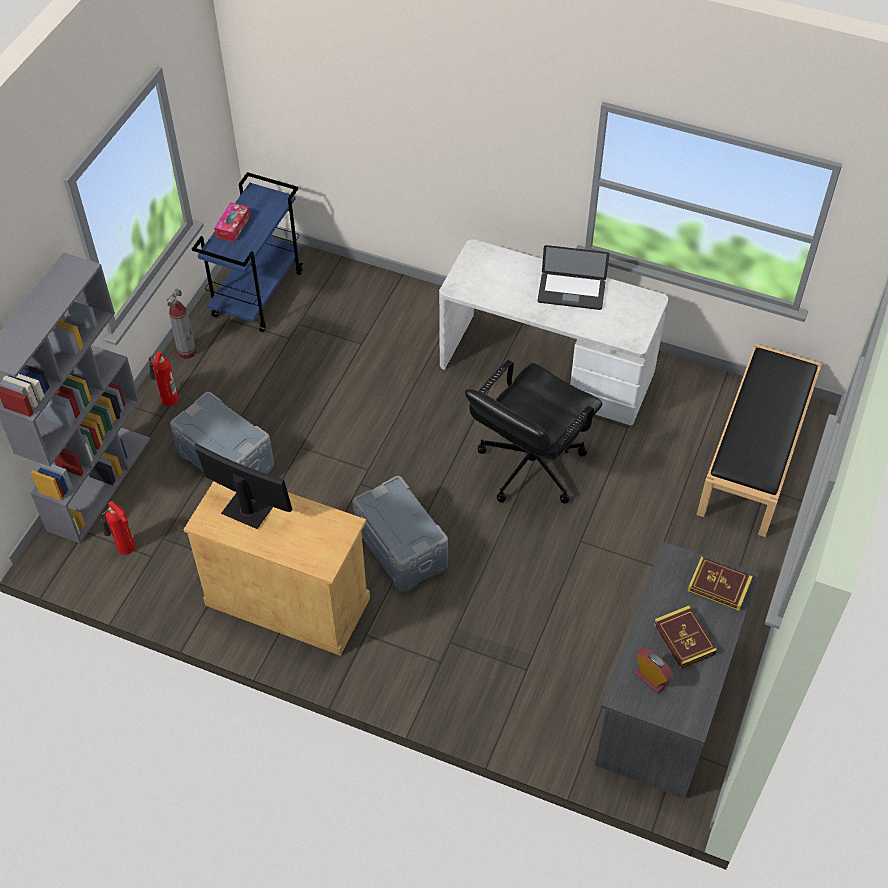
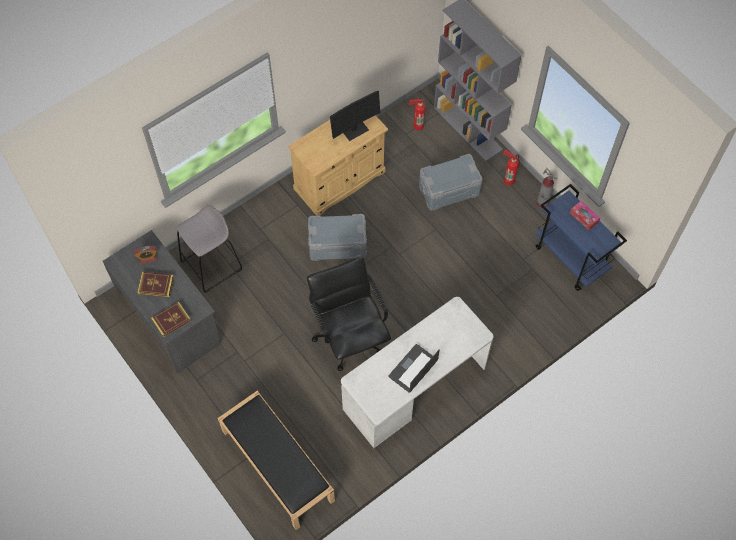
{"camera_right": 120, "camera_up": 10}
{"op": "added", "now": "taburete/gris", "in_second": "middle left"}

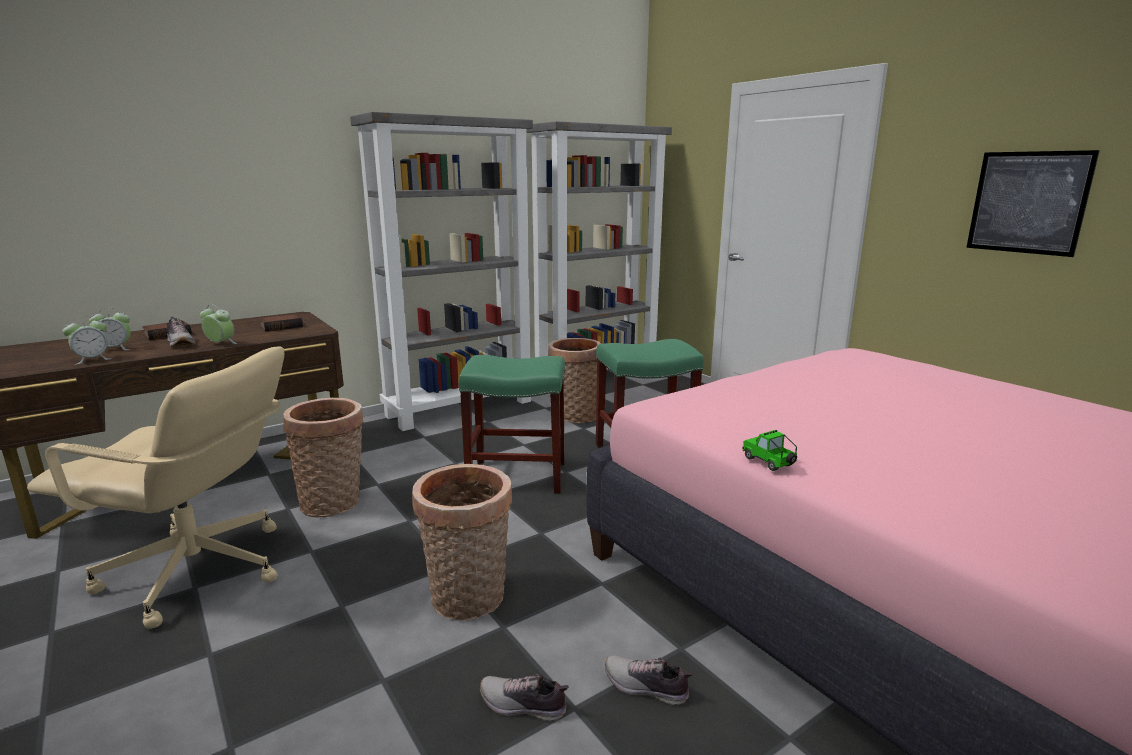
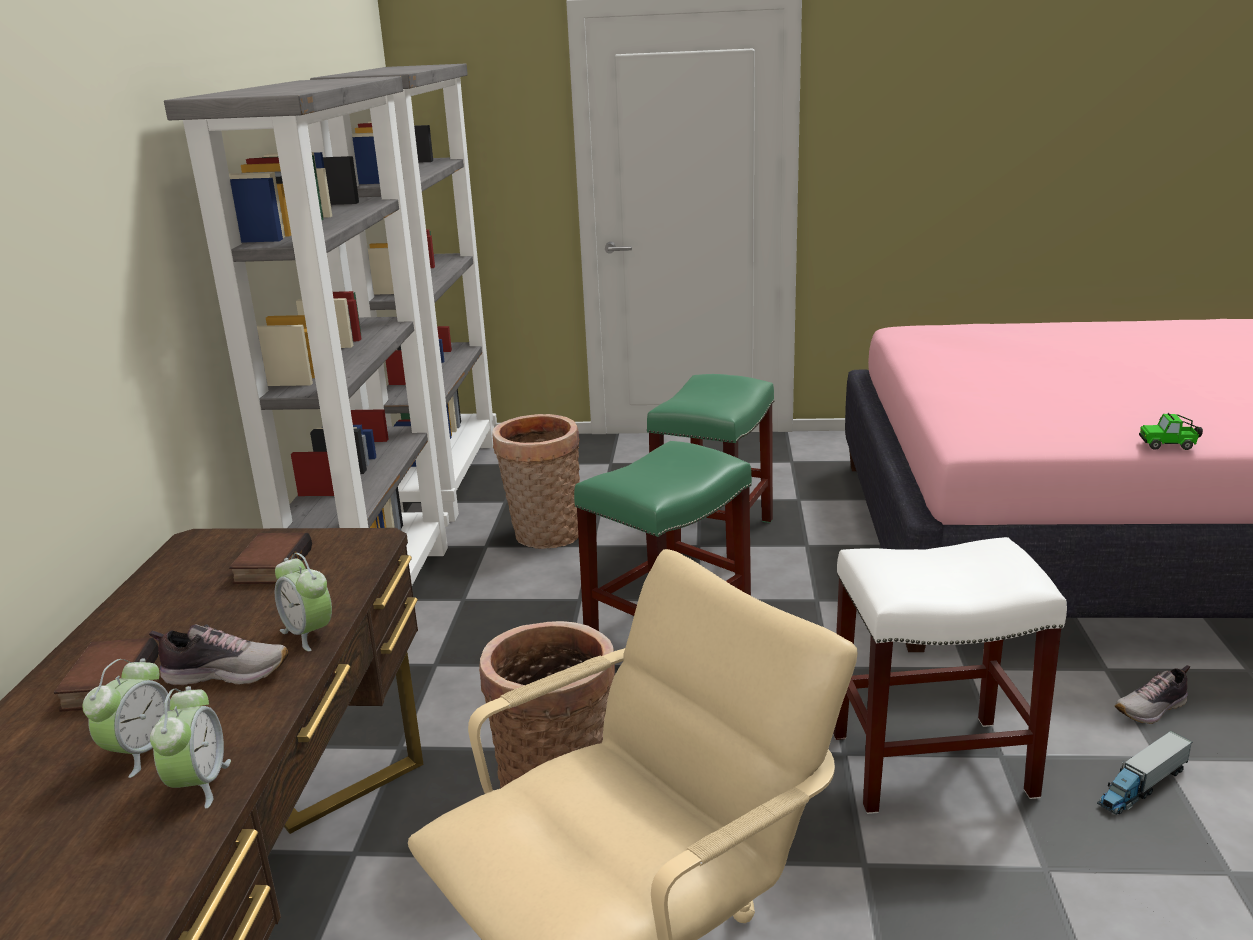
{"camera_right": -50, "camera_up": 5}
{"op": "turned", "was": "despertador (3rd from left)", "in_first": "middle left", "in_second": "middle left", "clockwise": -105}
{"op": "replaced", "was": "cesta (2nd from left)", "now": "taburete/blanco", "in_first": "bottom centre", "in_second": "bottom right"}
{"op": "replaced", "was": "zapato (2nd from left)", "now": "camión de juguete", "in_first": "bottom centre", "in_second": "bottom right"}
{"op": "removed", "was": "cuadro", "in_first": "top right"}

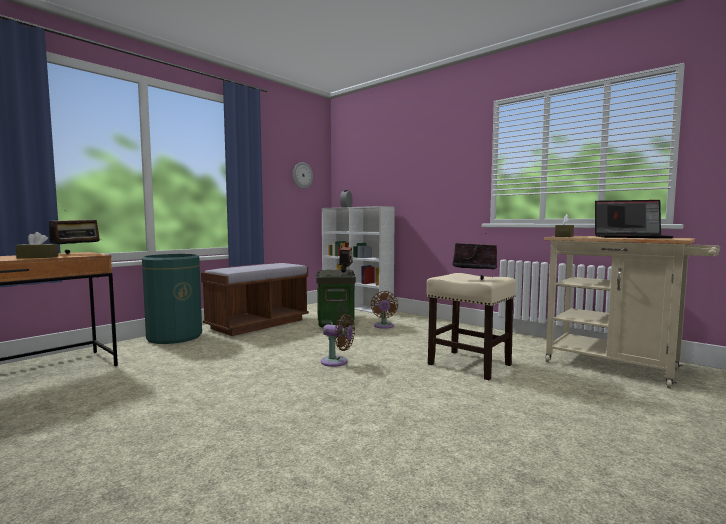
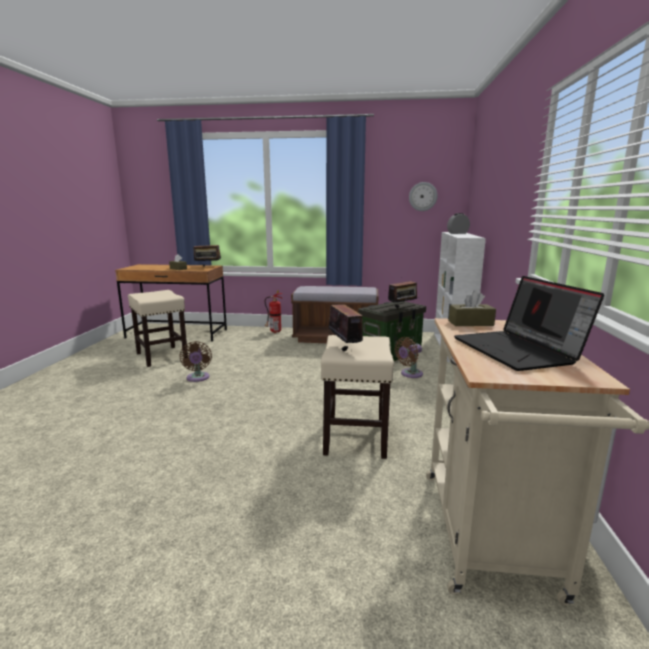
{"camera_right": 55, "camera_up": 10}
{"op": "added", "now": "taburete/beis (1st from left)", "in_second": "middle left"}
{"op": "moved", "was": "ventilador/marrón (1st from left)", "in_first": "centre", "in_second": "middle left"}
{"op": "replaced", "was": "papelera/verde", "now": "extintor", "in_first": "middle left", "in_second": "centre"}

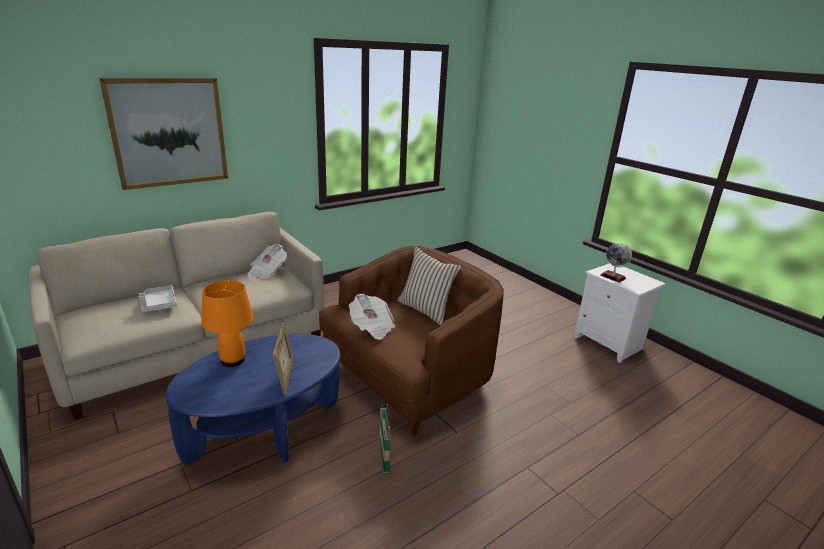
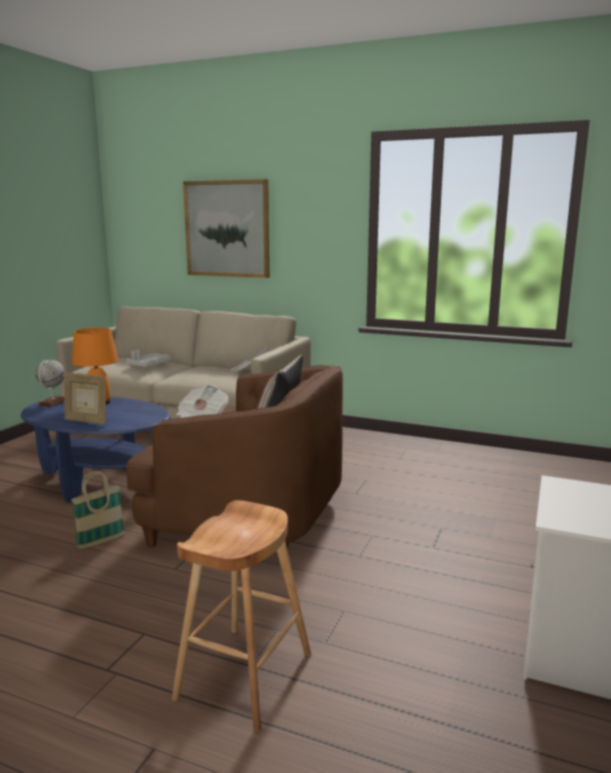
{"camera_right": 60, "camera_up": -10}
{"op": "moved", "was": "globo terráqueo", "in_first": "middle right", "in_second": "middle left"}
{"op": "turned", "was": "portarretratos", "in_first": "centre", "in_second": "middle left", "clockwise": 60}
{"op": "added", "now": "taburete/marrón", "in_second": "bottom centre"}

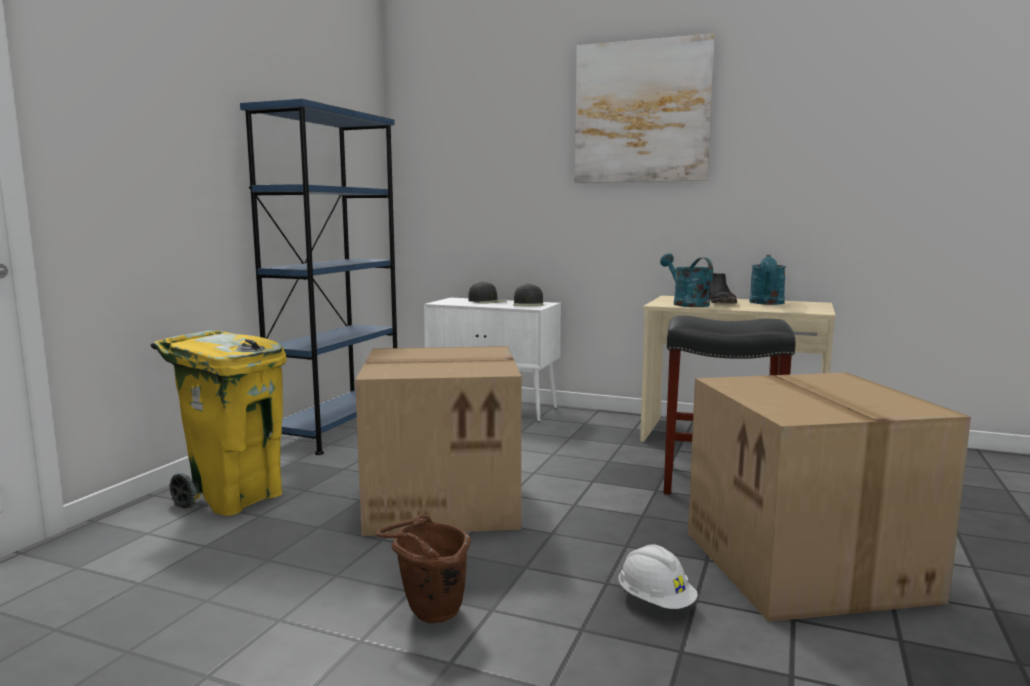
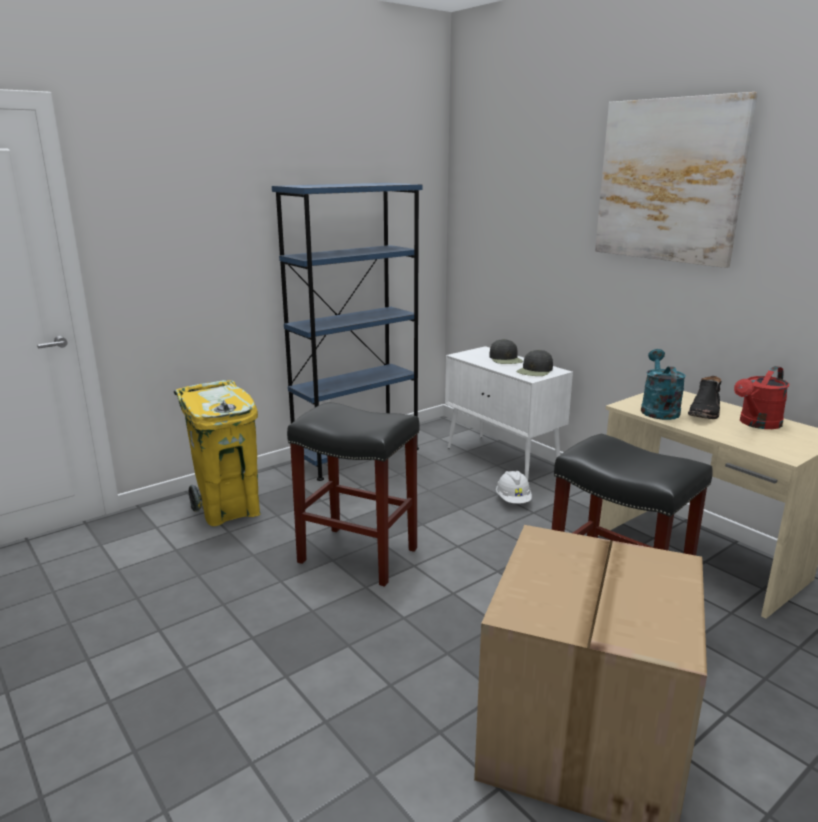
{"camera_right": 30, "camera_up": 10}
{"op": "replaced", "was": "caja de cartón (1st from left)", "now": "taburete/negro (1st from left)", "in_first": "centre", "in_second": "centre"}
{"op": "moved", "was": "casco/blanco", "in_first": "bottom centre", "in_second": "centre"}
{"op": "recoloured", "was": "regadera/turquesa (2nd from left)", "now": "regadera/rojo", "in_first": "middle right", "in_second": "middle right"}
{"op": "removed", "was": "cubo/marrón", "in_first": "bottom centre"}

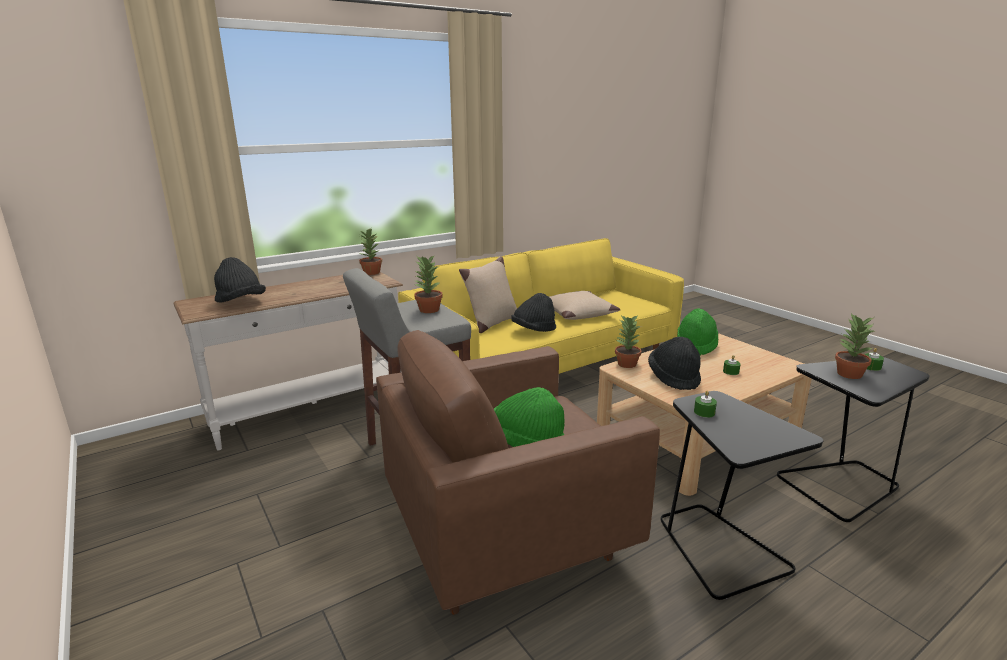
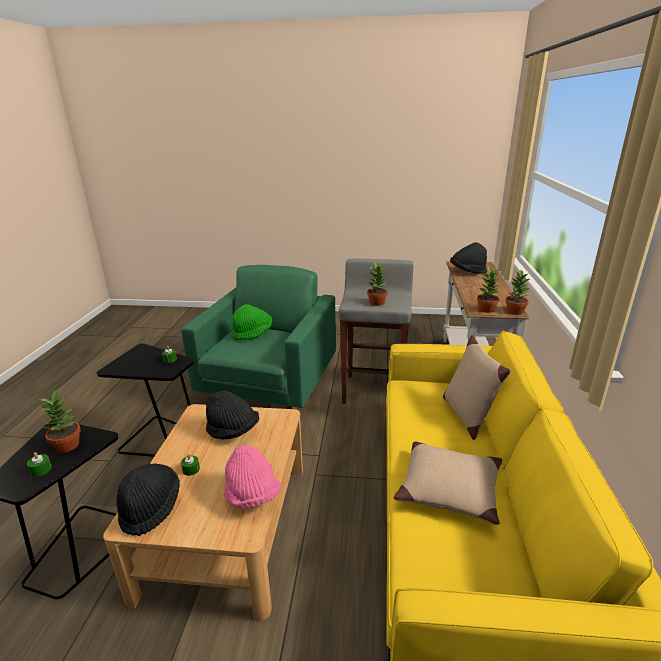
{"camera_right": 130, "camera_up": 5}
{"op": "moved", "was": "sombrero/negro (2nd from left in the first image)", "now": "sombrero/negro (1st from left)", "in_first": "centre", "in_second": "bottom left"}
{"op": "recoloured", "was": "sillón/marrón", "now": "sillón/verde", "in_first": "bottom centre", "in_second": "centre"}
{"op": "recoloured", "was": "sombrero/verde (2nd from left)", "now": "sombrero/rosa", "in_first": "middle right", "in_second": "bottom centre"}
{"op": "moved", "was": "planta en maceta (3rd from left)", "in_first": "centre", "in_second": "middle right"}

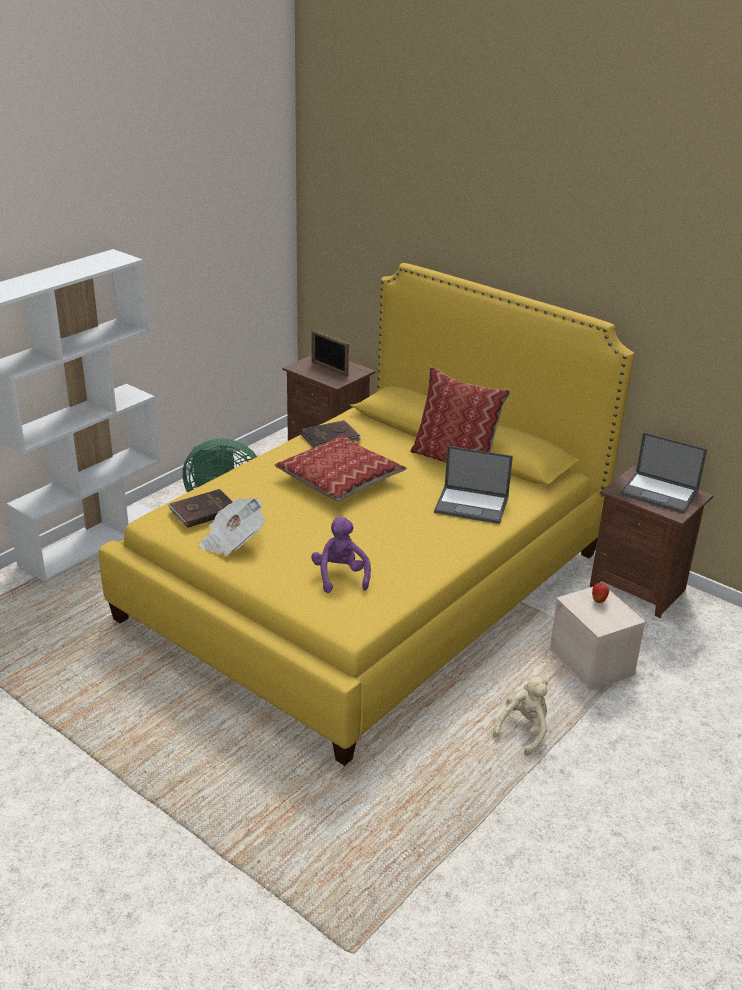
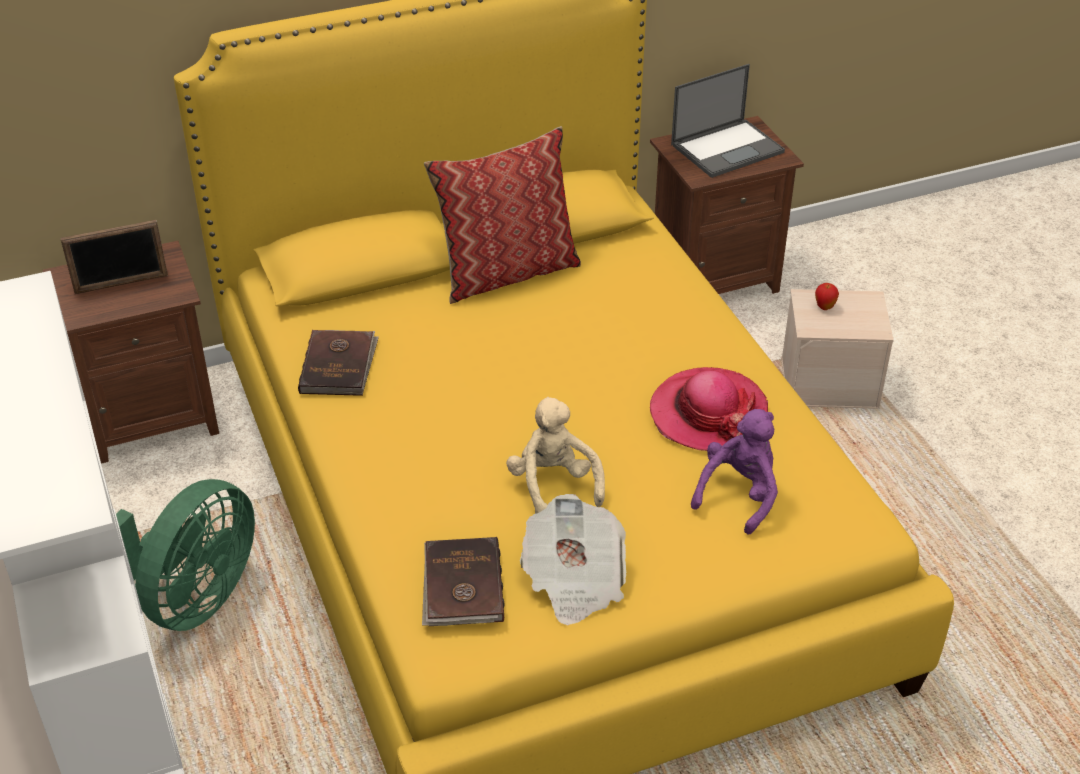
{"camera_right": -60, "camera_up": 10}
{"op": "moved", "was": "peluche/beis", "in_first": "bottom right", "in_second": "centre"}
{"op": "added", "now": "sombrero", "in_second": "centre"}
{"op": "turned", "was": "peluche/morado", "in_first": "centre", "in_second": "middle right", "clockwise": 105}
{"op": "removed", "was": "cojín (1st from left)", "in_first": "centre"}
{"op": "removed", "was": "portátil (1st from left)", "in_first": "centre"}

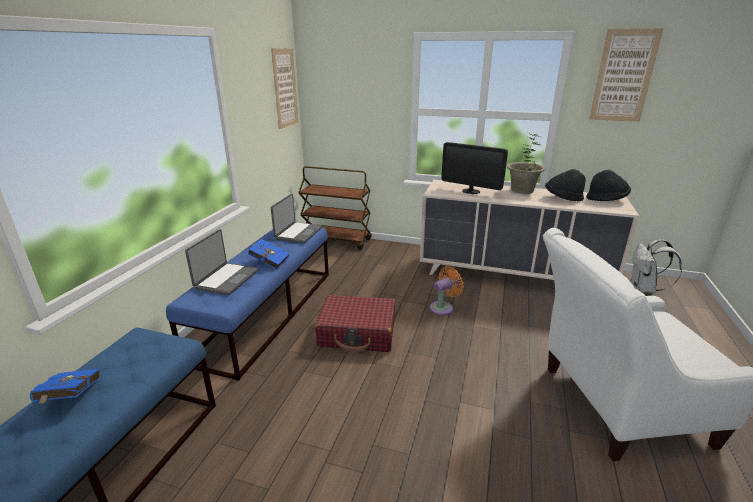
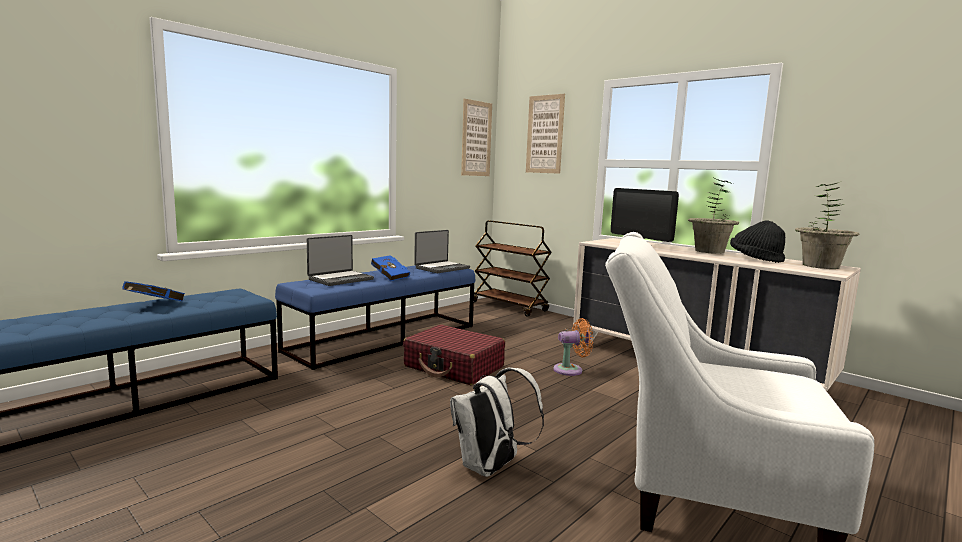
{"camera_right": 25, "camera_up": -15}
{"op": "moved", "was": "mochila/blanco", "in_first": "middle right", "in_second": "bottom centre"}
{"op": "moved", "was": "cuadro (2nd from left)", "in_first": "top right", "in_second": "top centre"}
{"op": "replaced", "was": "sombrero/negro (2nd from left)", "now": "planta en maceta (2nd from left)", "in_first": "middle right", "in_second": "middle right"}

